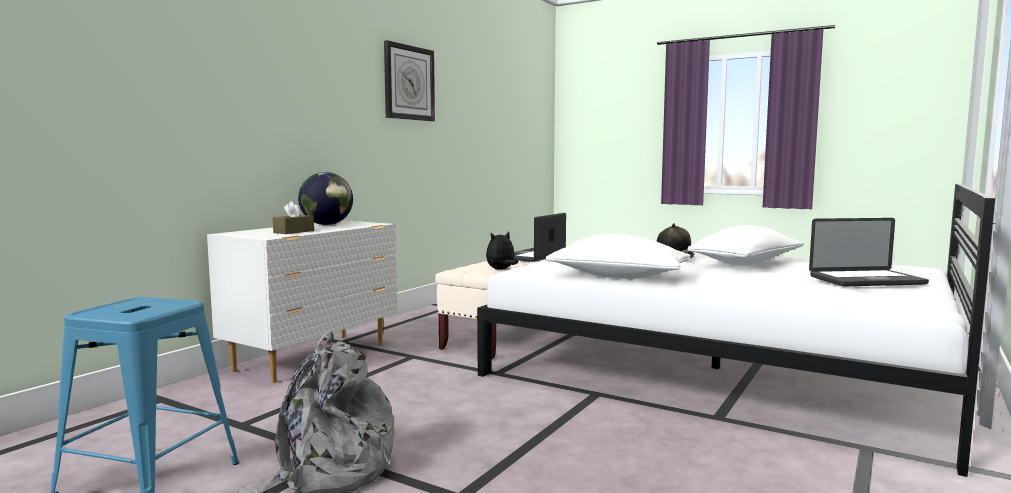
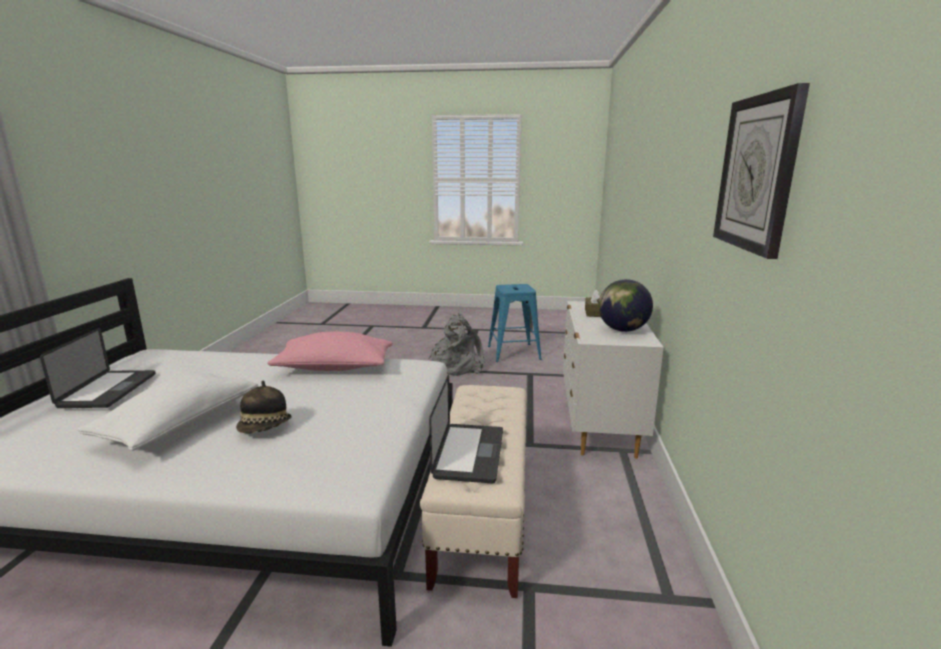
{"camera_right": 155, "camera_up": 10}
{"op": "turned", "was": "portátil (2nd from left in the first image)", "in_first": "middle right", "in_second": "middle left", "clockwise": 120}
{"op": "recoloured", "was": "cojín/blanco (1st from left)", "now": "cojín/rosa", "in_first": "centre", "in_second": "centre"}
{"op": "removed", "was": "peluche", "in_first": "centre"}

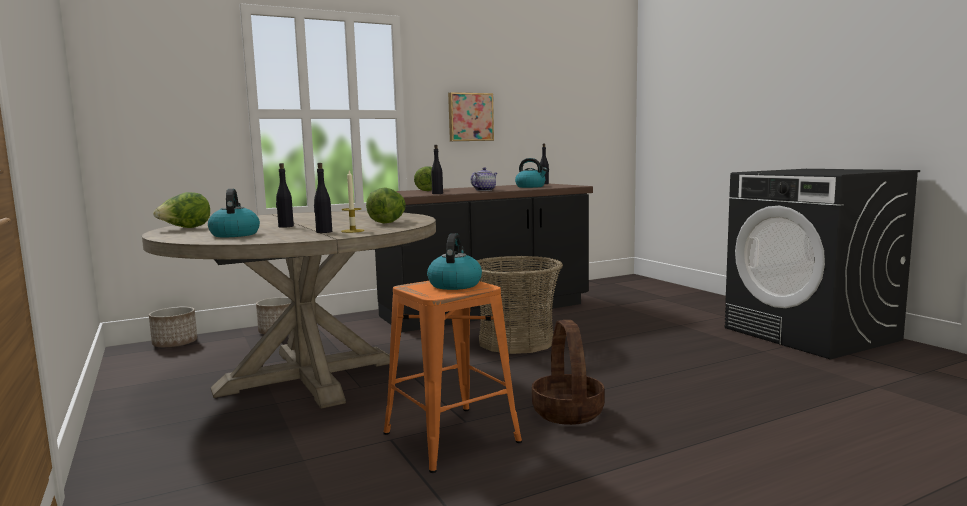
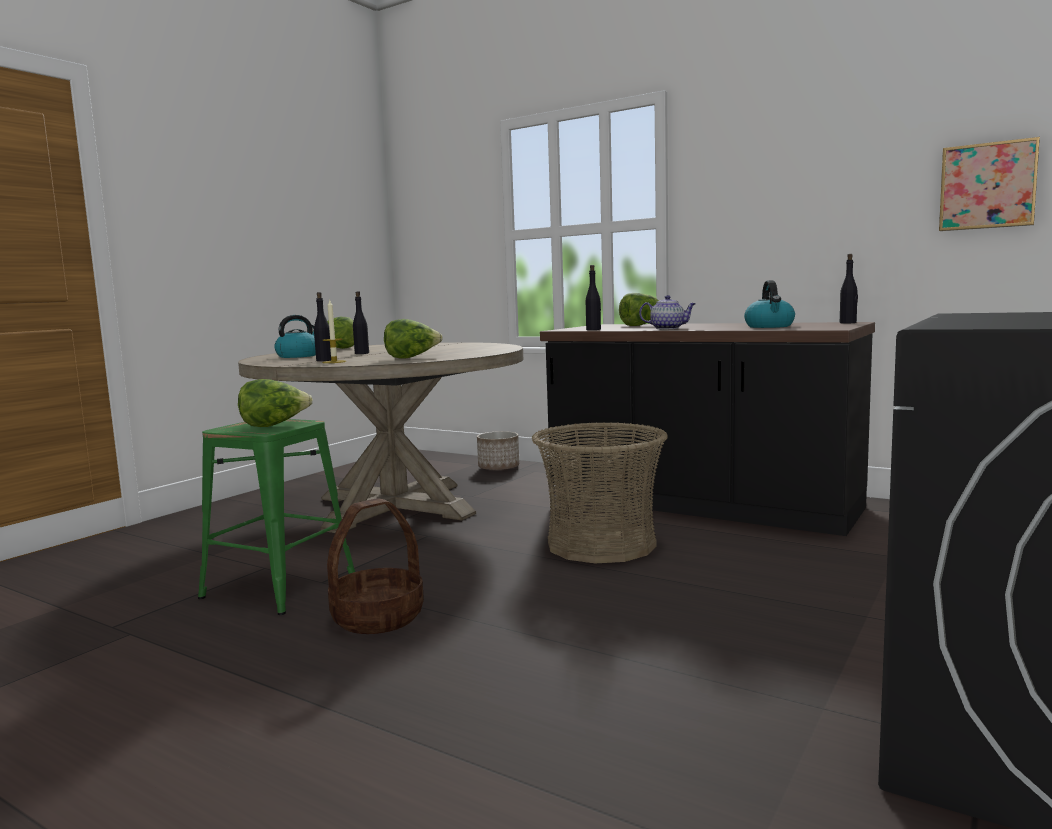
{"camera_right": 60, "camera_up": 0}
{"op": "recoloured", "was": "taburete/naranja", "now": "taburete/verde", "in_first": "bottom centre", "in_second": "middle left"}
{"op": "replaced", "was": "hervidor (2nd from left)", "now": "lechuga (1st from left)", "in_first": "centre", "in_second": "middle left"}
{"op": "moved", "was": "cuadro", "in_first": "top centre", "in_second": "top right"}
{"op": "removed", "was": "maceta (1st from left)", "in_first": "middle left"}

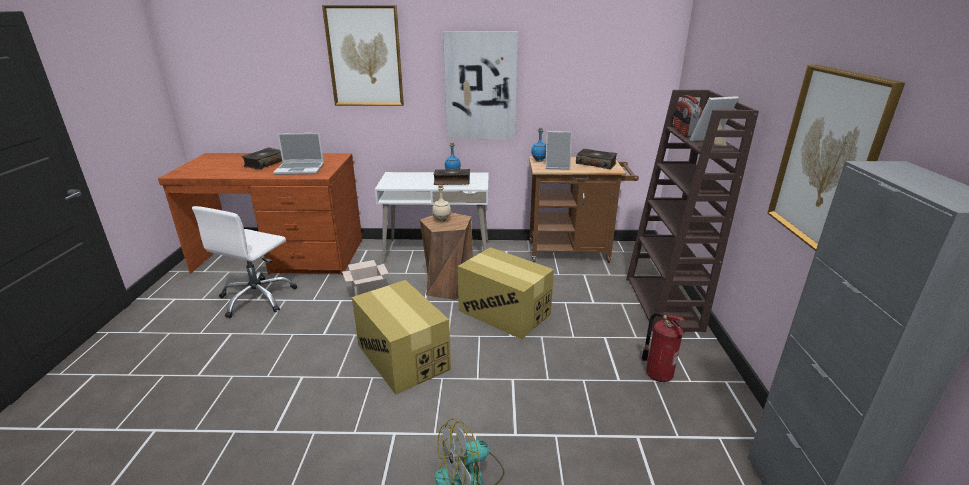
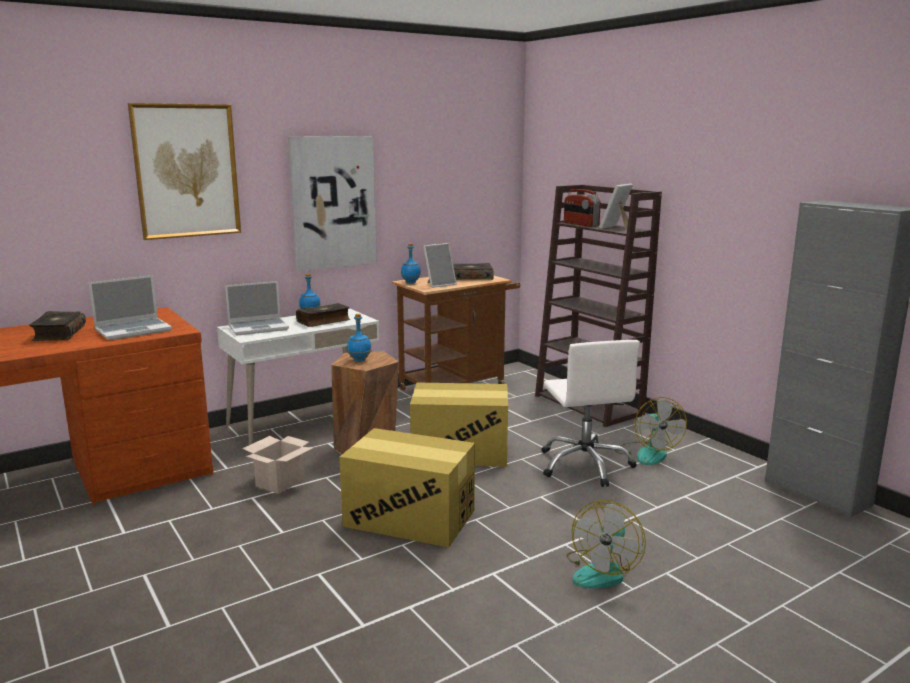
{"camera_right": -35, "camera_up": -10}
{"op": "added", "now": "portátil (2nd from left)", "in_second": "middle left"}
{"op": "recoloured", "was": "botella/beis", "now": "botella/azul (2nd from left)", "in_first": "centre", "in_second": "centre"}
{"op": "moved", "was": "silla de oficina/blanco", "in_first": "middle left", "in_second": "centre"}
{"op": "replaced", "was": "extintor", "now": "ventilador (2nd from left)", "in_first": "bottom right", "in_second": "middle right"}
{"op": "removed", "was": "cuadro (3rd from left)", "in_first": "top right"}

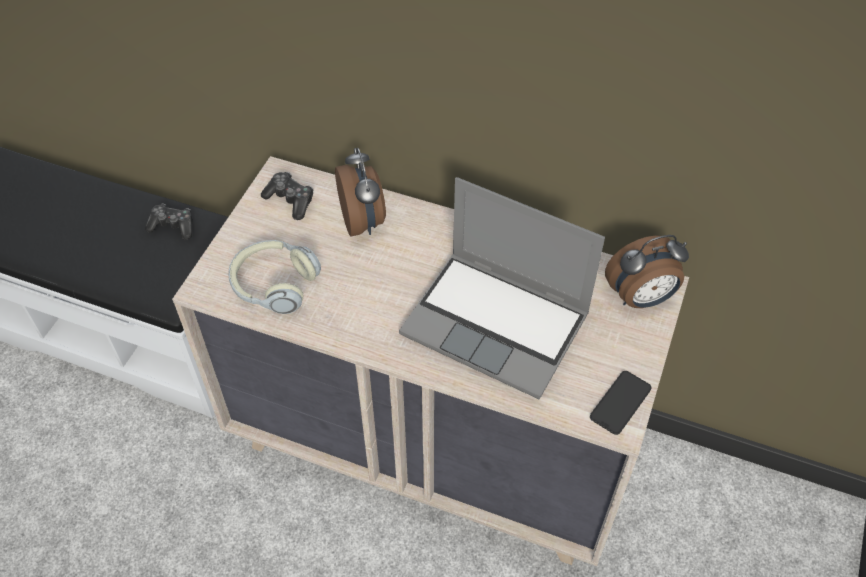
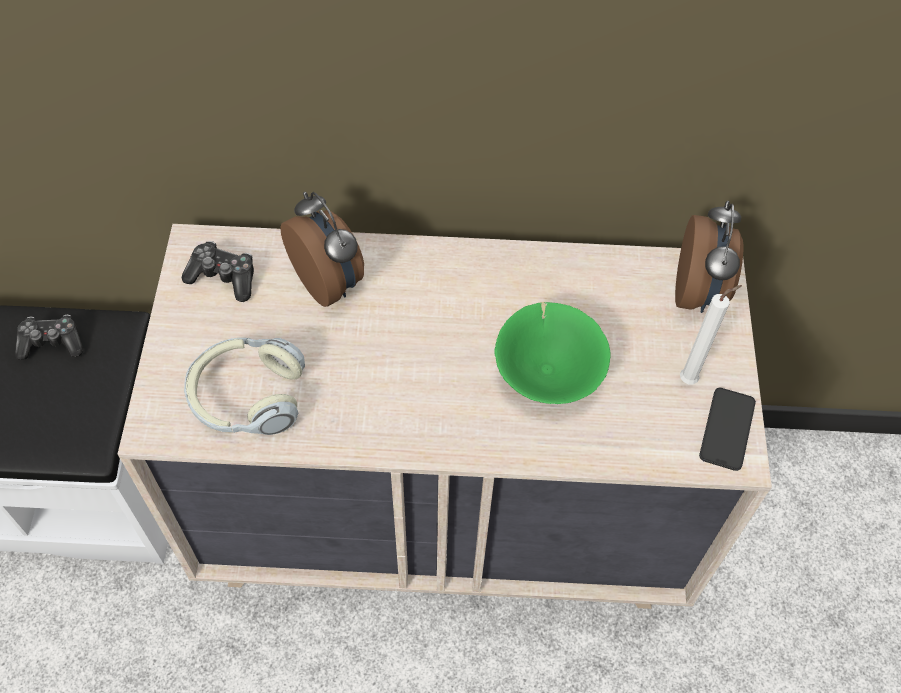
{"camera_right": -20, "camera_up": 5}
{"op": "replaced", "was": "portátil", "now": "cuenco/verde", "in_first": "centre", "in_second": "centre"}
{"op": "turned", "was": "despertador (2nd from left)", "in_first": "middle right", "in_second": "middle right", "clockwise": -45}
{"op": "added", "now": "vela/blanco", "in_second": "middle right"}

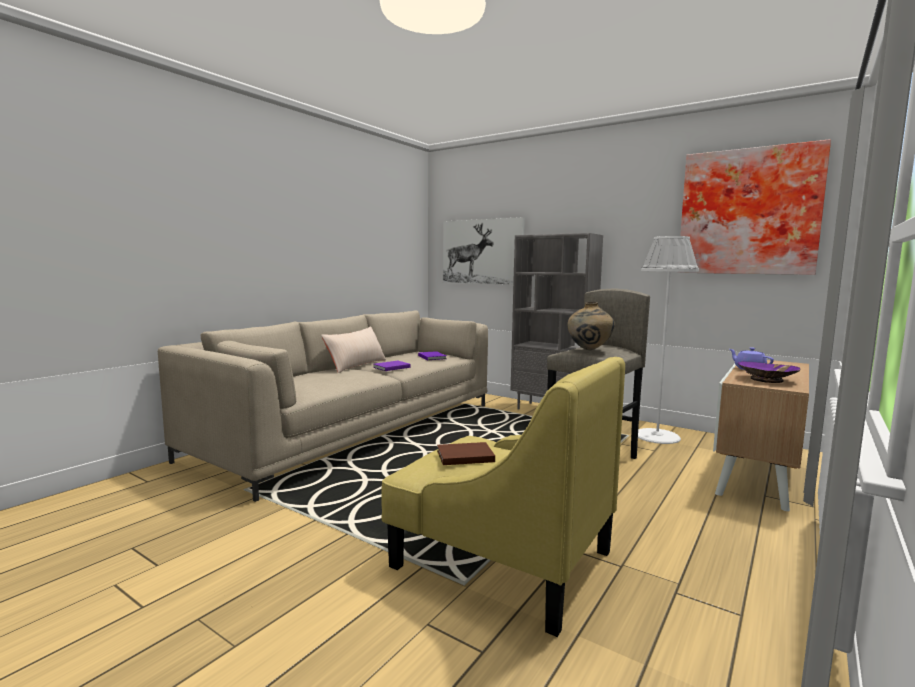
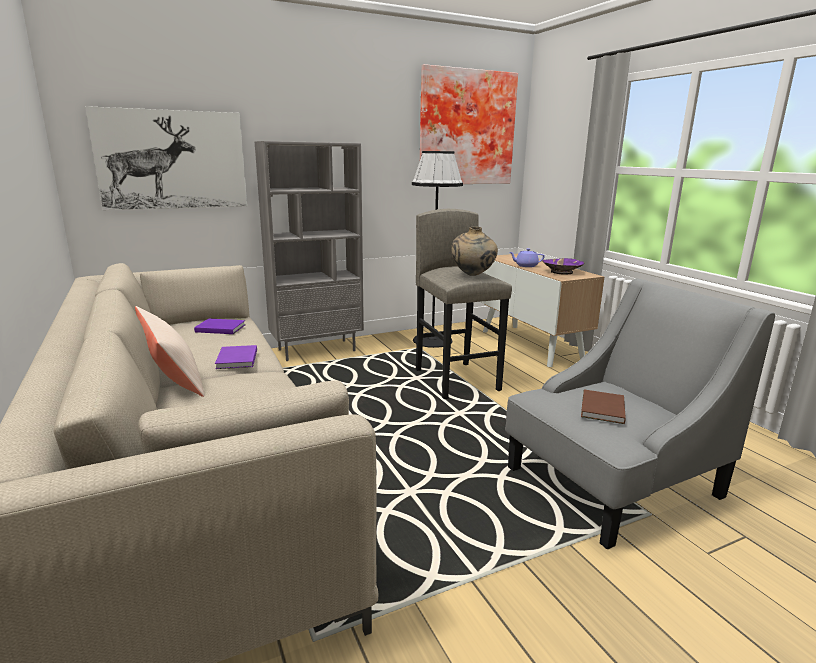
{"camera_right": -60, "camera_up": 10}
{"op": "recoloured", "was": "lámpara de pie/blanco", "now": "lámpara de pie/negro", "in_first": "middle right", "in_second": "centre"}
{"op": "recoloured", "was": "sillón/amarillo", "now": "sillón/gris", "in_first": "bottom centre", "in_second": "middle right"}

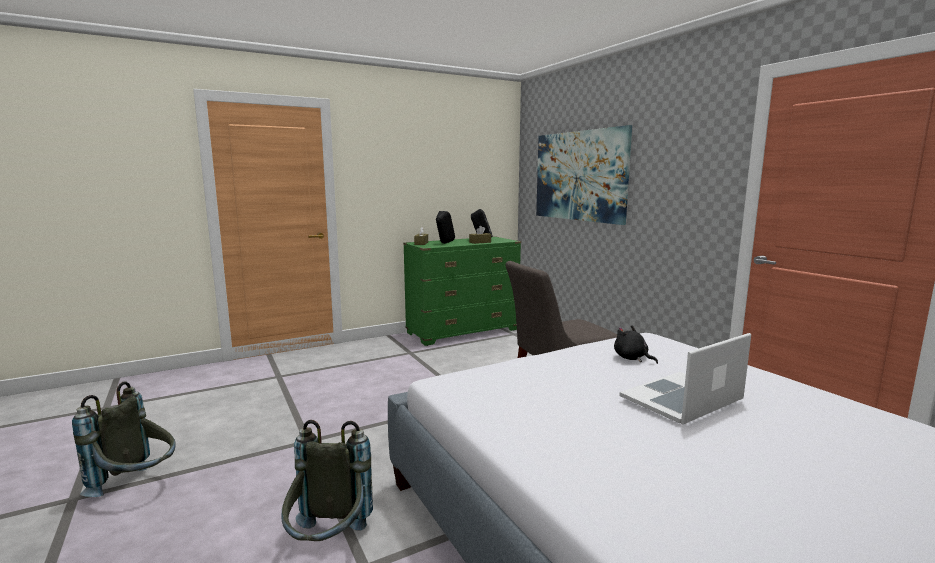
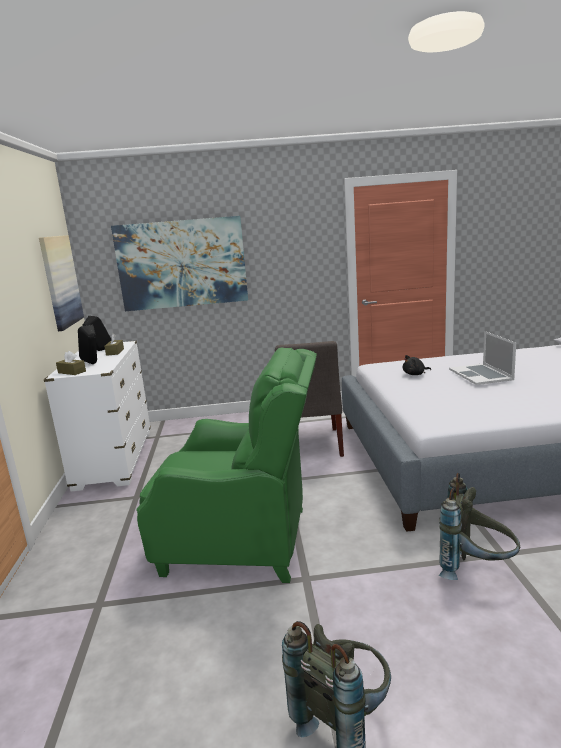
{"camera_right": -65, "camera_up": 5}
{"op": "added", "now": "cuadro (1st from left)", "in_second": "middle left"}
{"op": "recoloured", "was": "cómoda/verde", "now": "cómoda/blanco", "in_first": "centre", "in_second": "middle left"}
{"op": "added", "now": "sillón/verde", "in_second": "centre"}

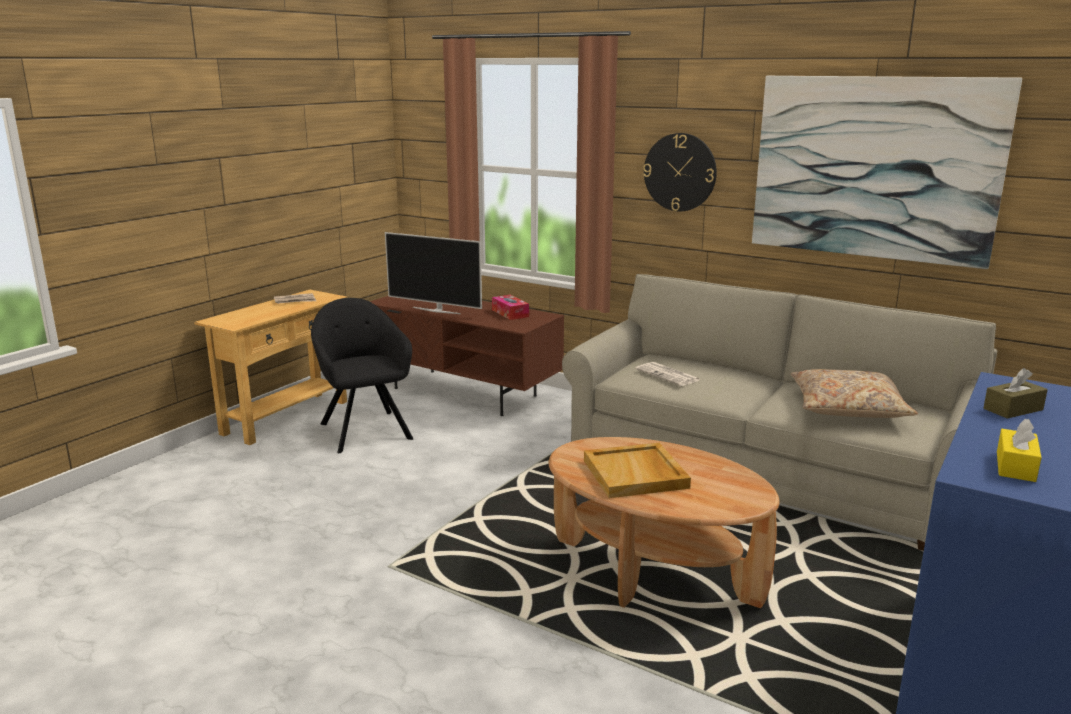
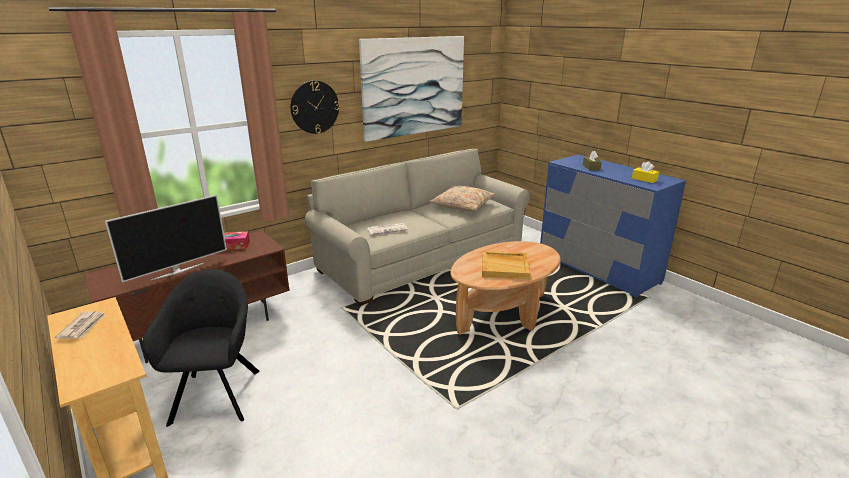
{"camera_right": -70, "camera_up": 5}
{"op": "turned", "was": "sillón/negro", "in_first": "centre", "in_second": "bottom left", "clockwise": 90}

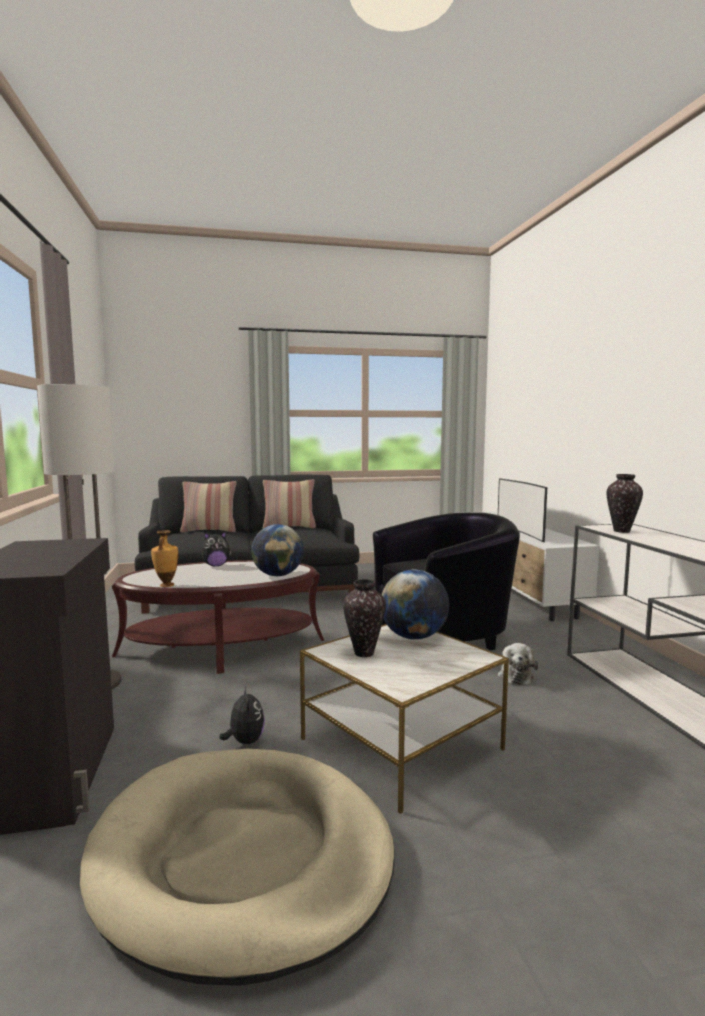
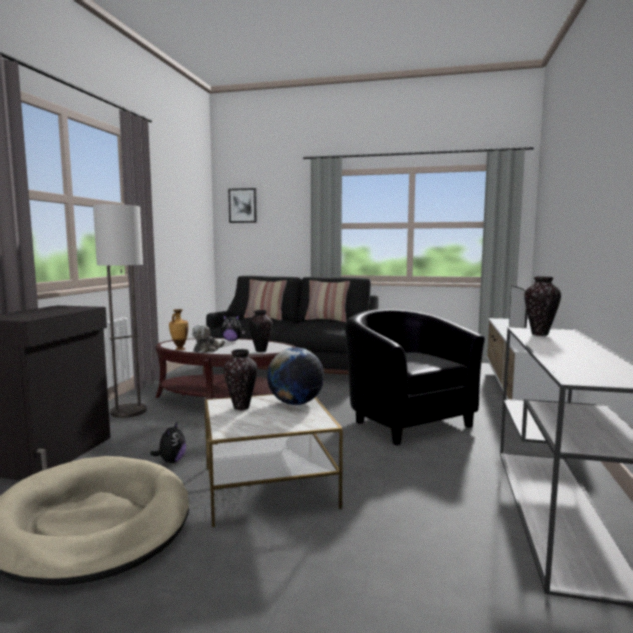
{"camera_right": 25, "camera_up": 0}
{"op": "moved", "was": "peluche (3rd from left in the first image)", "now": "peluche (2nd from left)", "in_first": "middle right", "in_second": "middle left"}
{"op": "added", "now": "cuadro", "in_second": "top centre"}
{"op": "replaced", "was": "globo terráqueo (1st from left)", "now": "florero (3rd from left)", "in_first": "centre", "in_second": "centre"}
{"op": "turned", "was": "sillón/negro", "in_first": "centre", "in_second": "centre", "clockwise": -120}

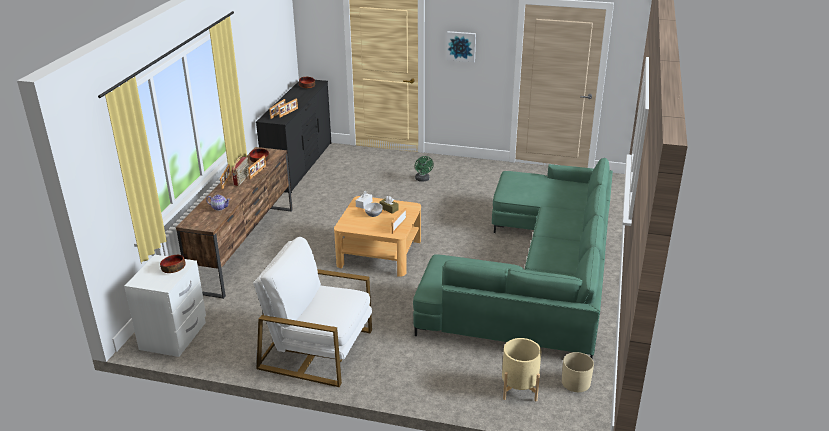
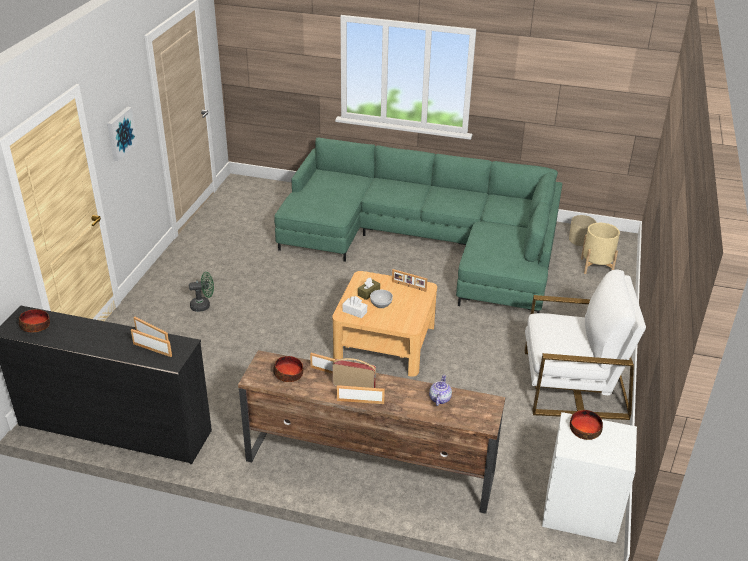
{"camera_right": -90, "camera_up": 5}
{"op": "turned", "was": "sillón/blanco", "in_first": "bottom centre", "in_second": "middle right", "clockwise": -105}

